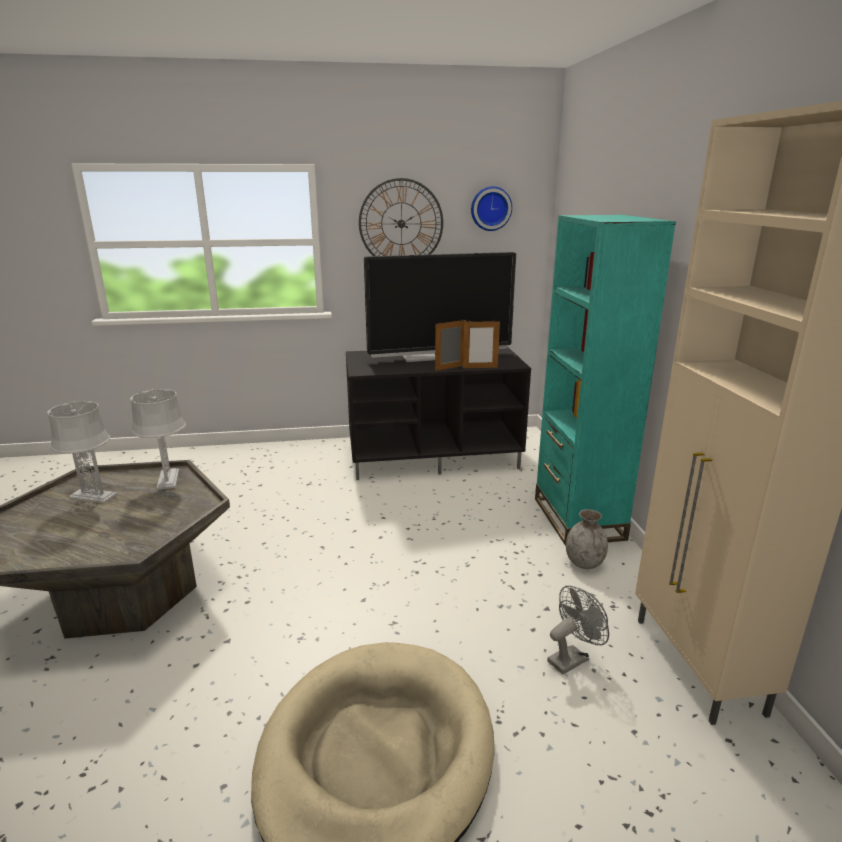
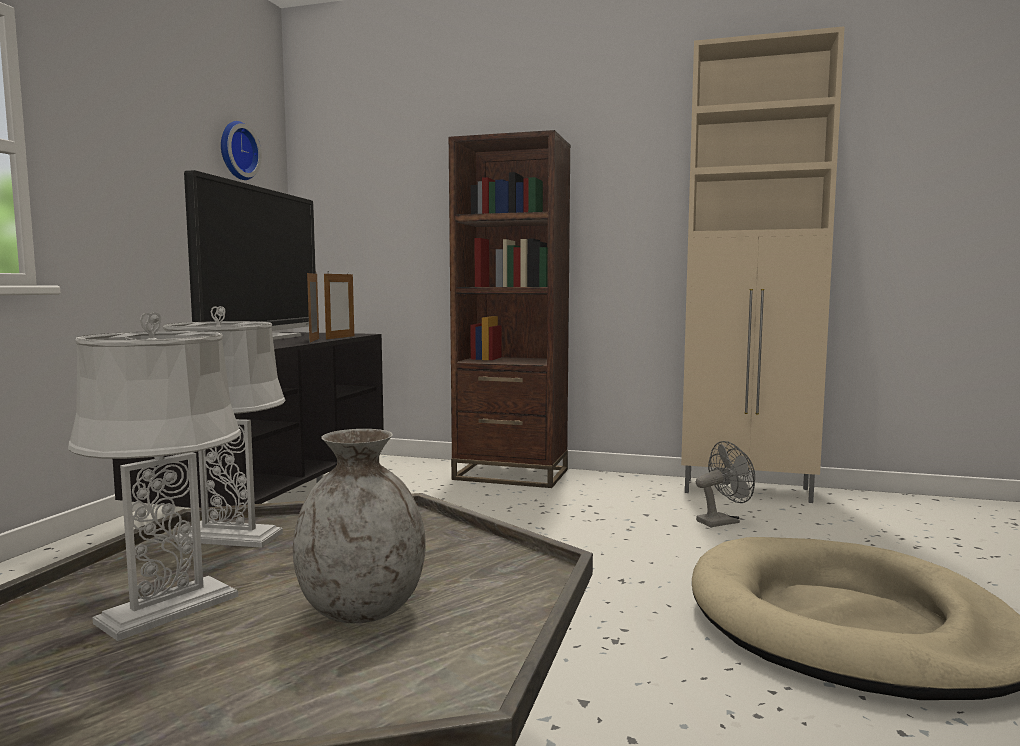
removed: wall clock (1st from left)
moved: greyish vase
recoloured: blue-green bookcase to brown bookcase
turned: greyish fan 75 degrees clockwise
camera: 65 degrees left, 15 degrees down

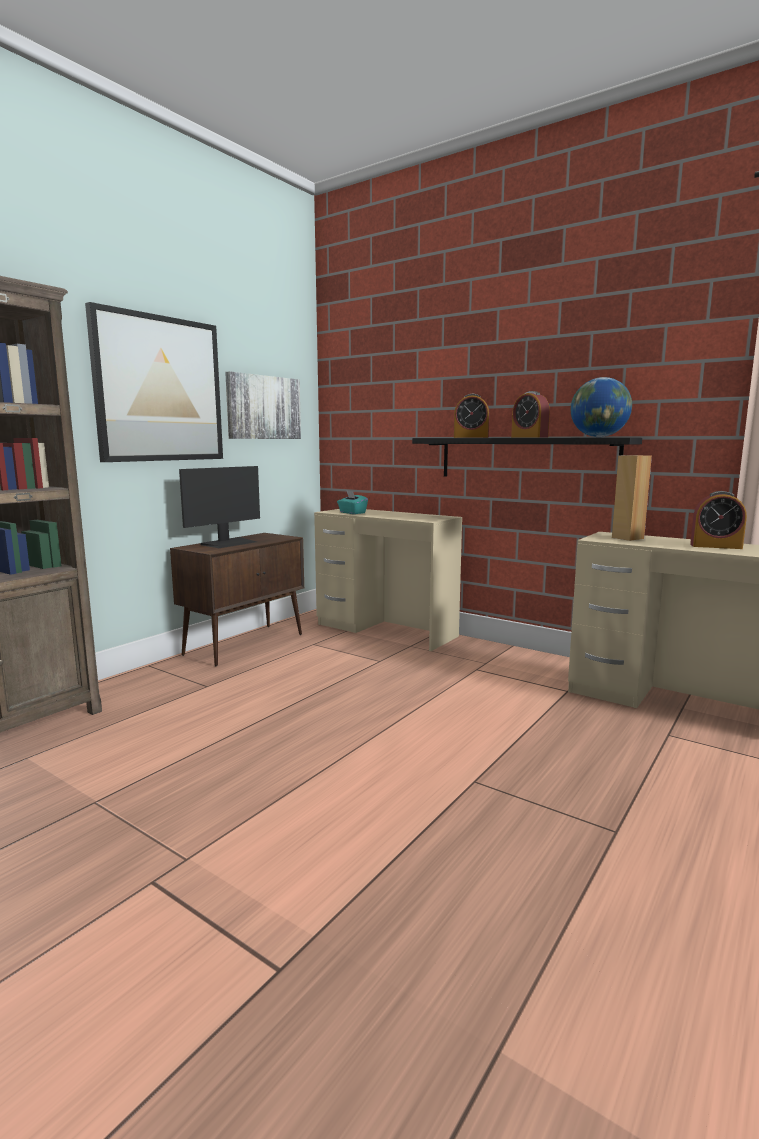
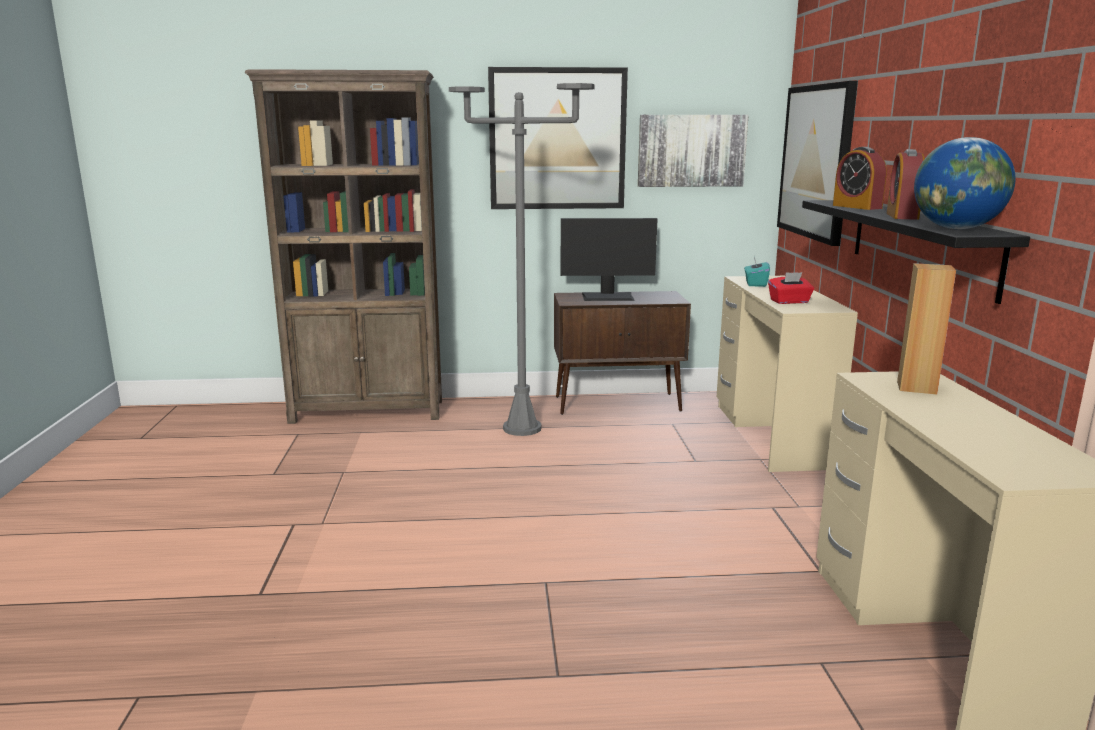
removed: bedside clock (3rd from left)
added: greyish floor lamp; reddish tissue box; picture (3rd from left)
camera: 50 degrees right, 5 degrees up

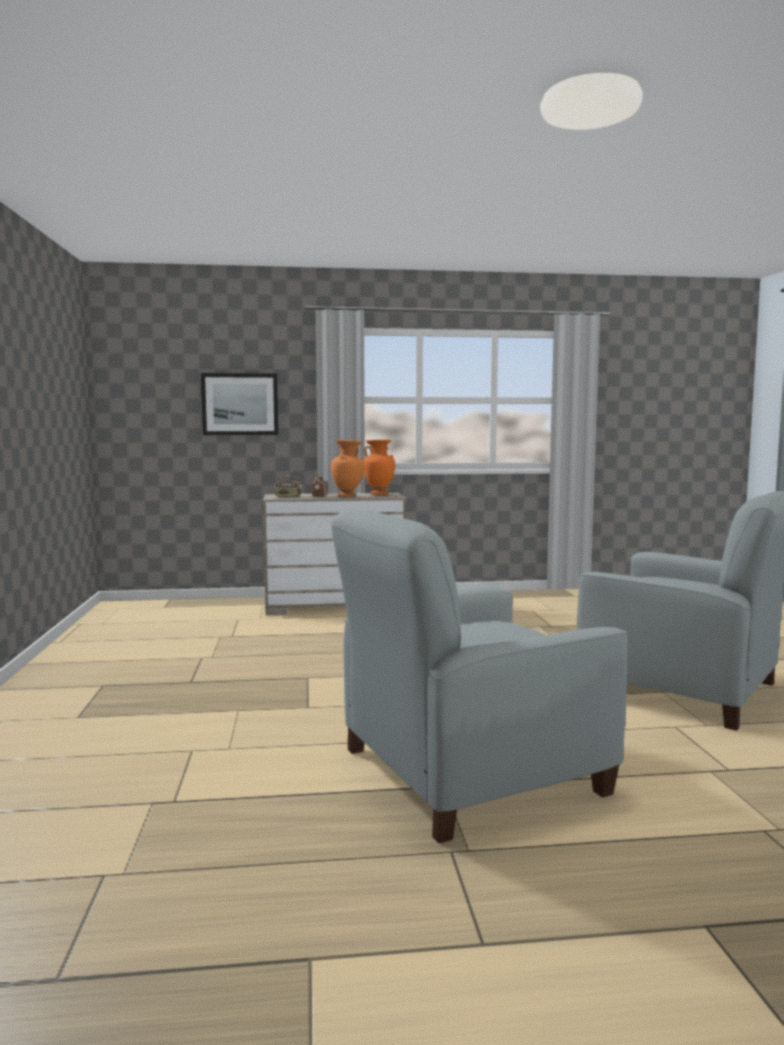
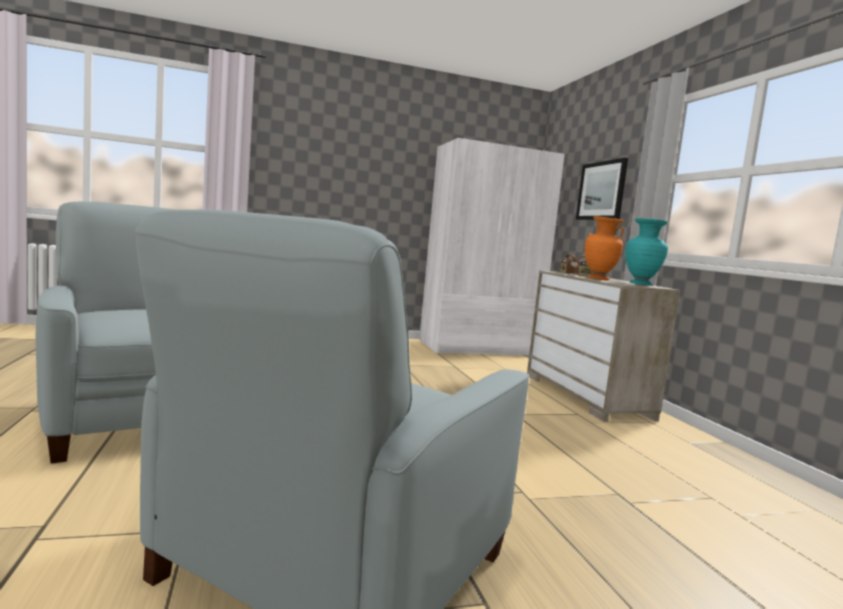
added: whitish armoire
recoloured: orange-coloured vase (2nd from left) to blue-green vase
camera: 80 degrees right, 0 degrees up

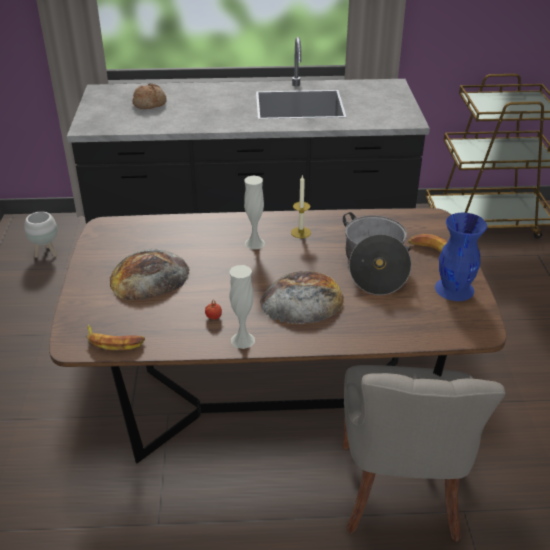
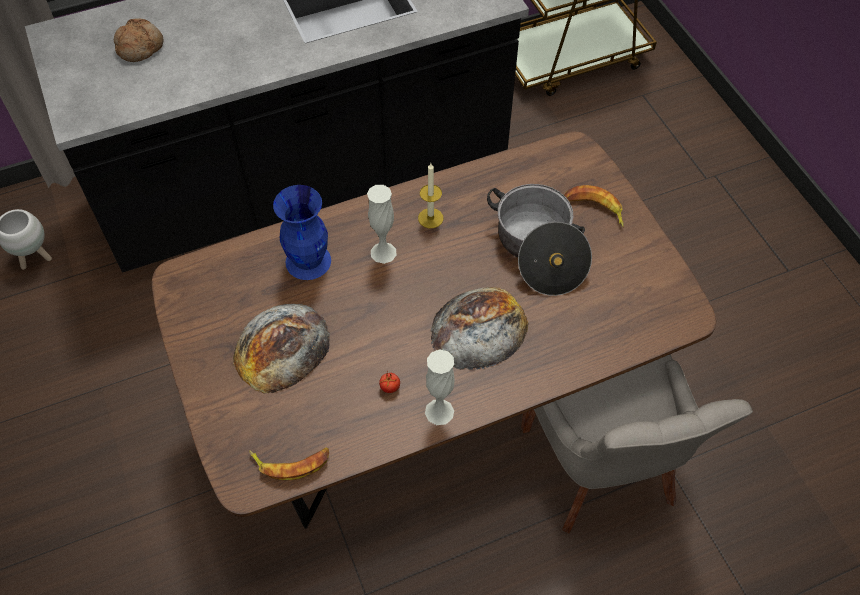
moved: blue vase
camera: 20 degrees left, 20 degrees up

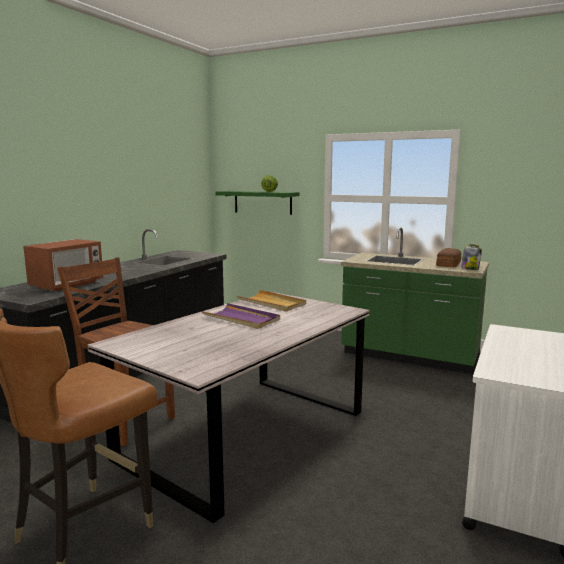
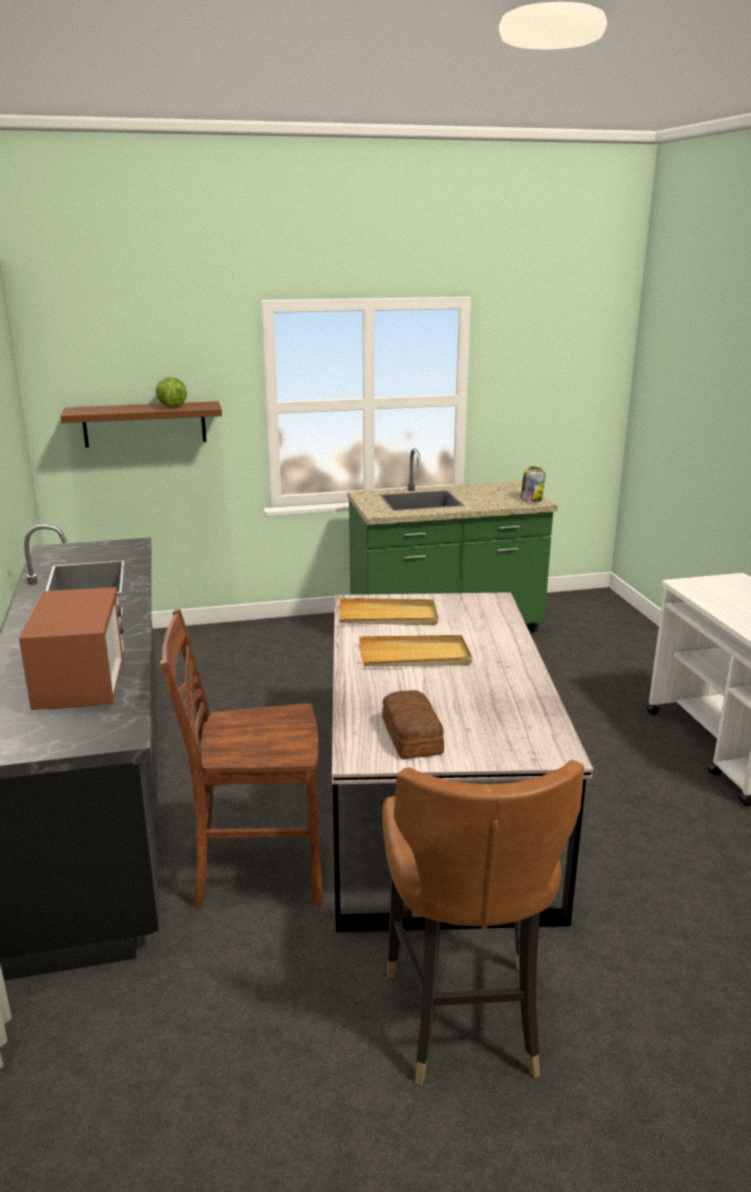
moved: bread
recoloured: green-coloured wall shelf to brown wall shelf; purple-coloured serving tray to beige-coloured serving tray (2nd from left)
camera: 40 degrees left, 10 degrees up

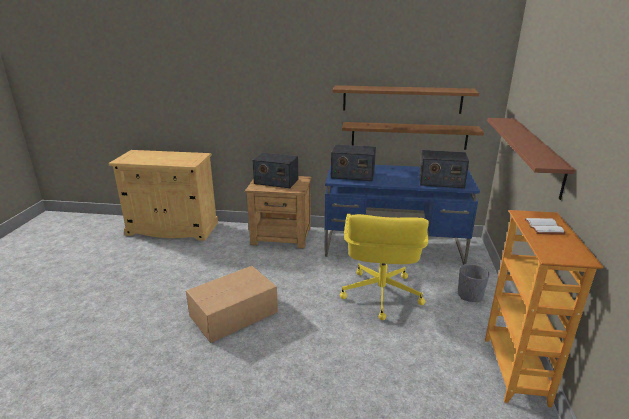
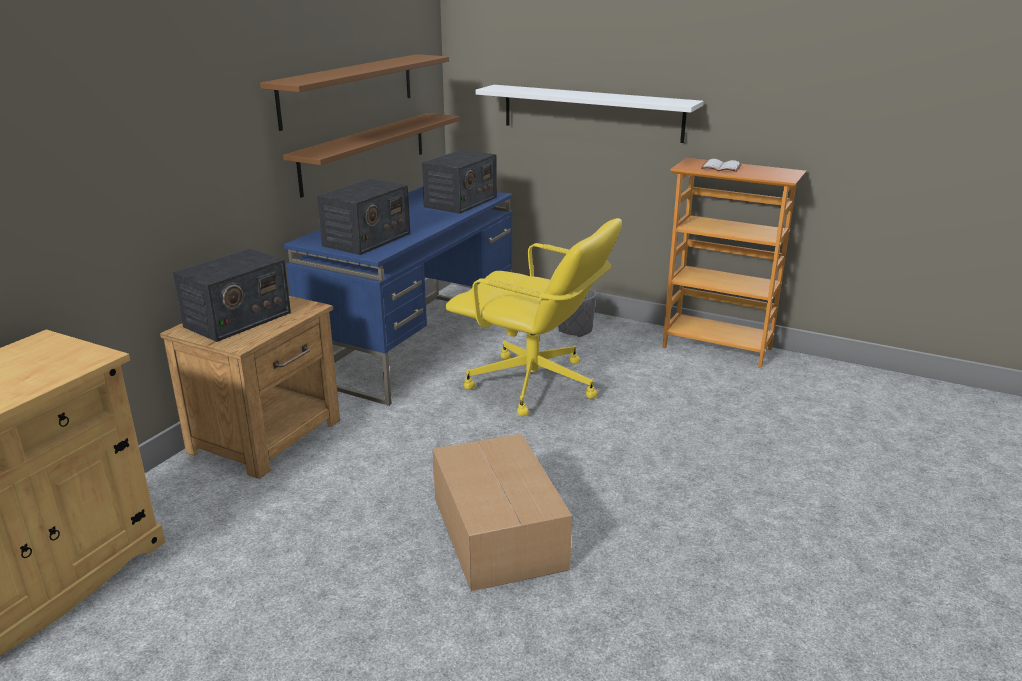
recoloured: brown wall shelf (3rd from left) to whitish wall shelf
camera: 70 degrees left, 0 degrees up

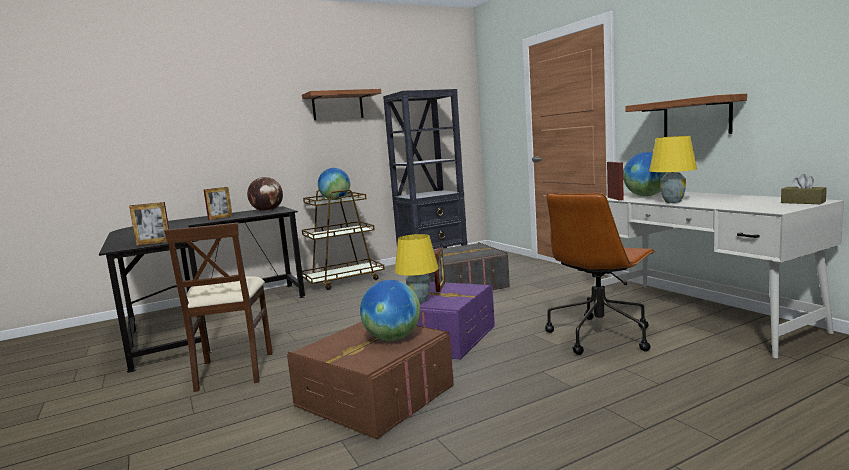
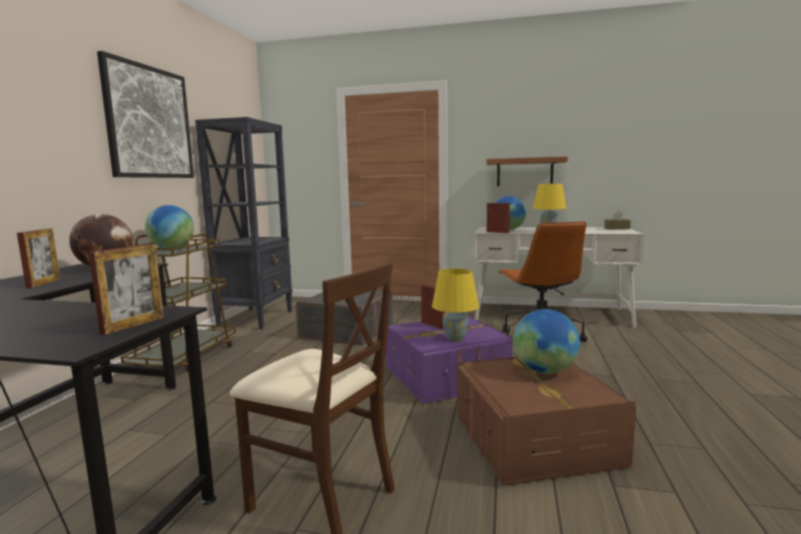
replaced: wall shelf (1st from left) to picture
camera: 50 degrees left, 0 degrees up

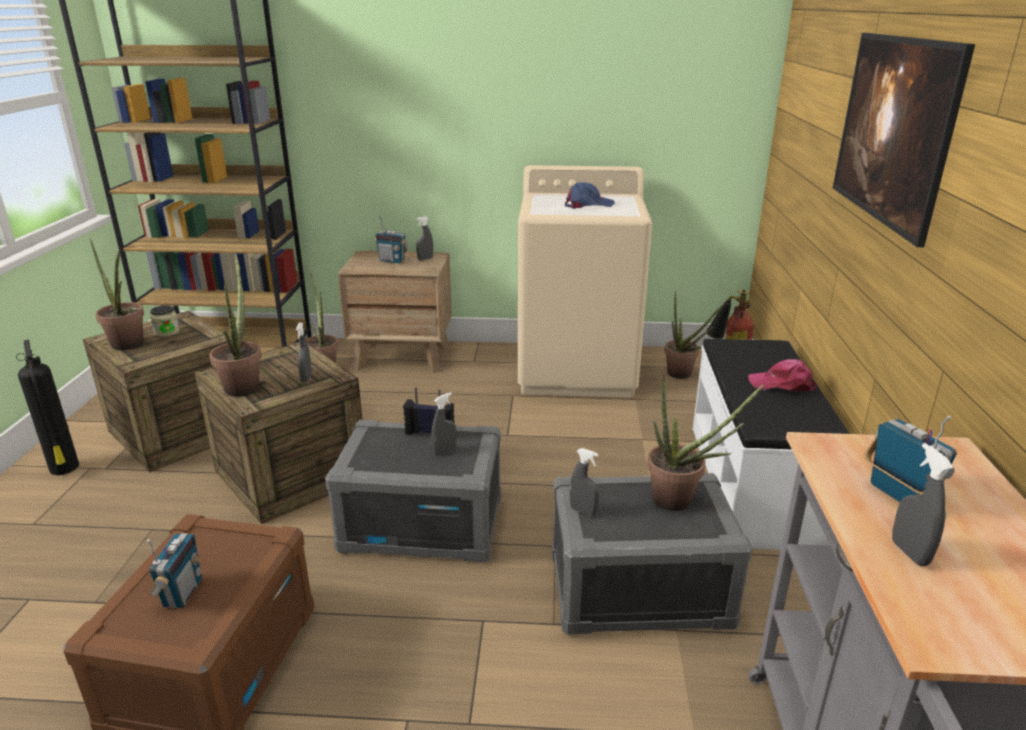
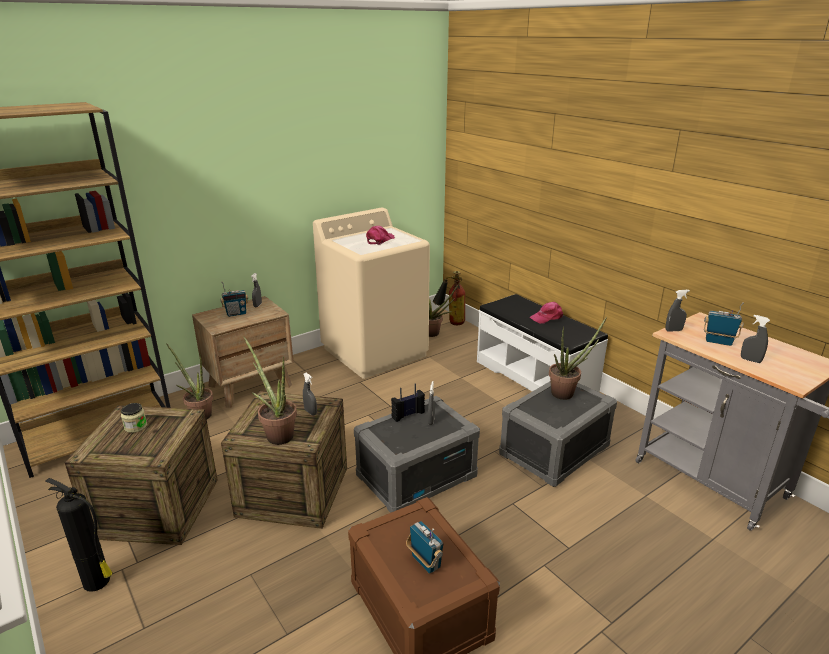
removed: potted plant (1st from left); picture
moved: greyish spray bottle (4th from left)
recoloured: blue cap to pink cap (1st from left)
camera: 40 degrees left, 0 degrees up

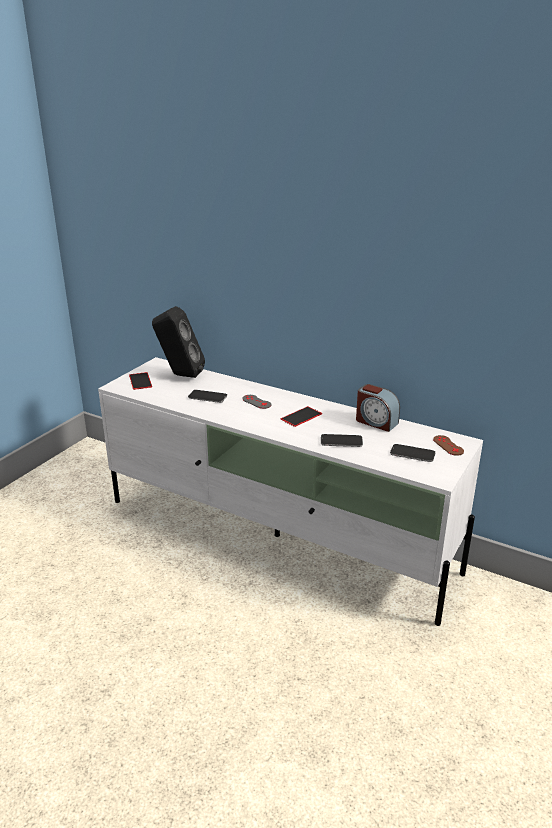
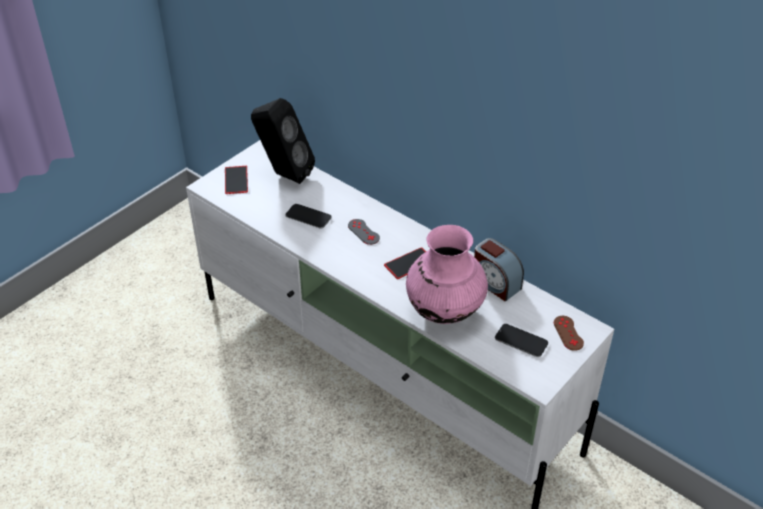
replaced: telephone (4th from left) to pink vase
camera: 10 degrees right, 15 degrees up

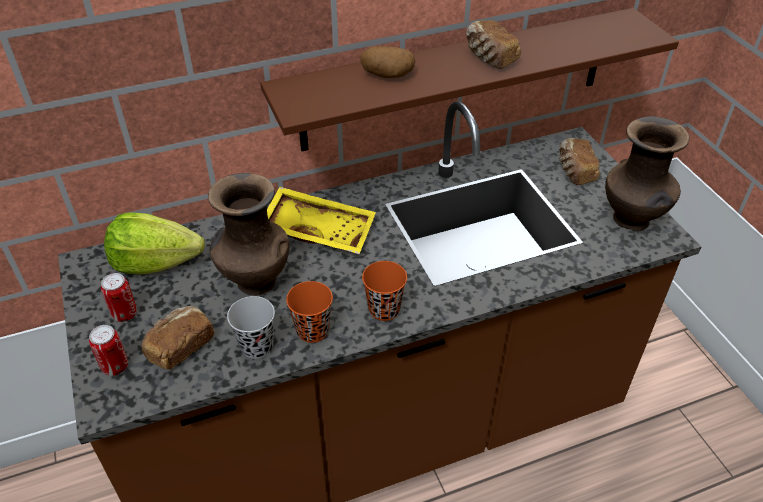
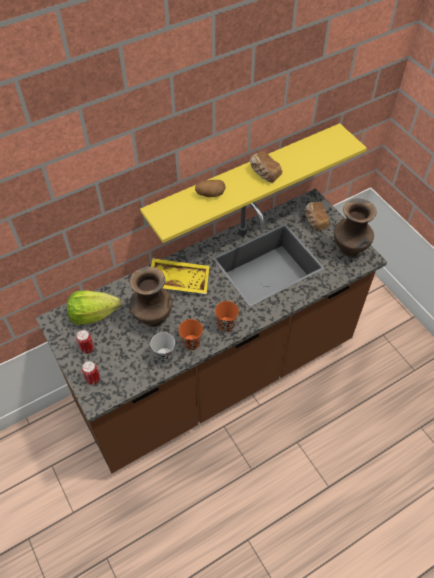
removed: bread (1st from left)
recoloured: brown wall shelf to yellowish wall shelf
camera: 10 degrees left, 10 degrees up

